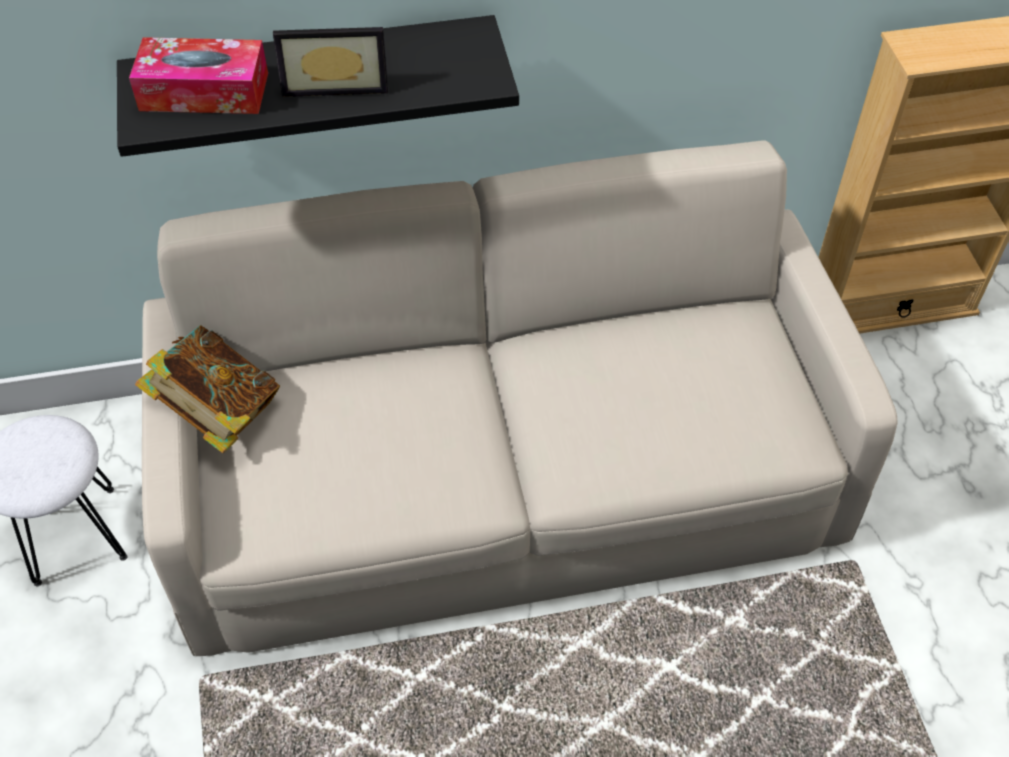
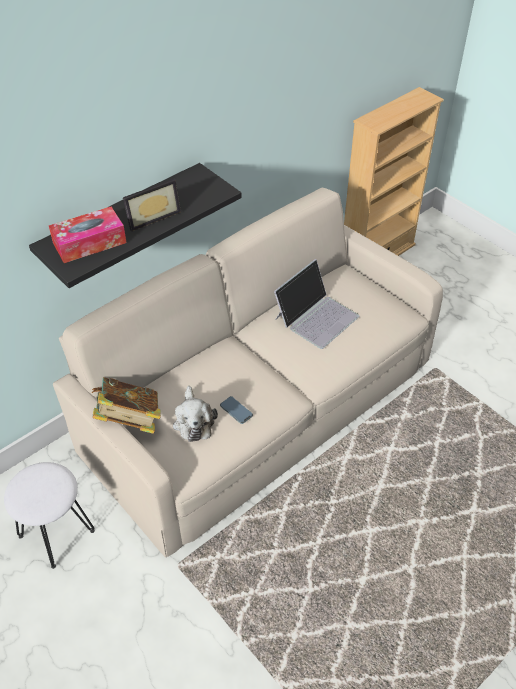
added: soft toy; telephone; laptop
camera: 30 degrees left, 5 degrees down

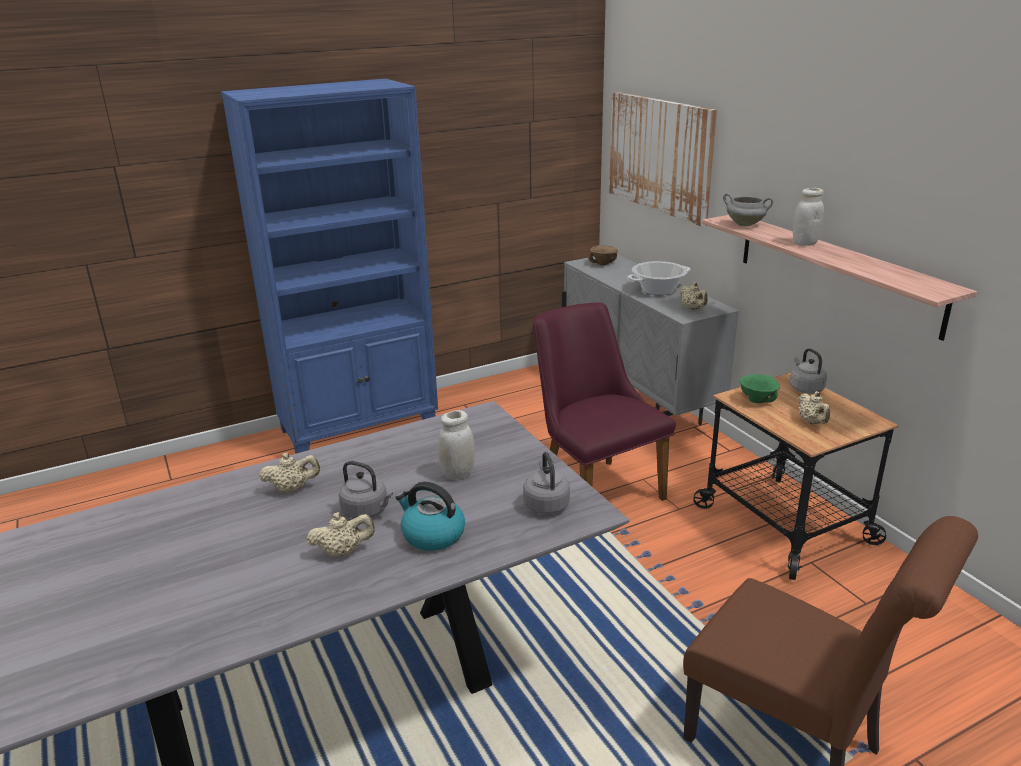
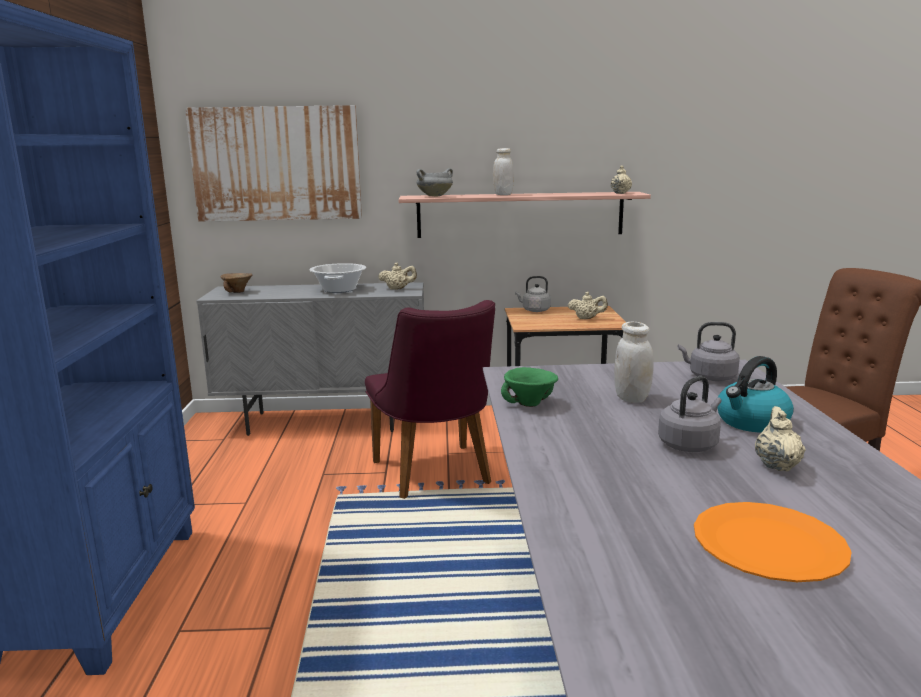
added: orange-coloured plate
moved: green-coloured serving bowl; beige-coloured pot for tea (1st from left in the first image) to beige-coloured pot for tea (3rd from left)
turned: purple-coloured plain chair 105 degrees counterclockwise
camera: 65 degrees left, 10 degrees down

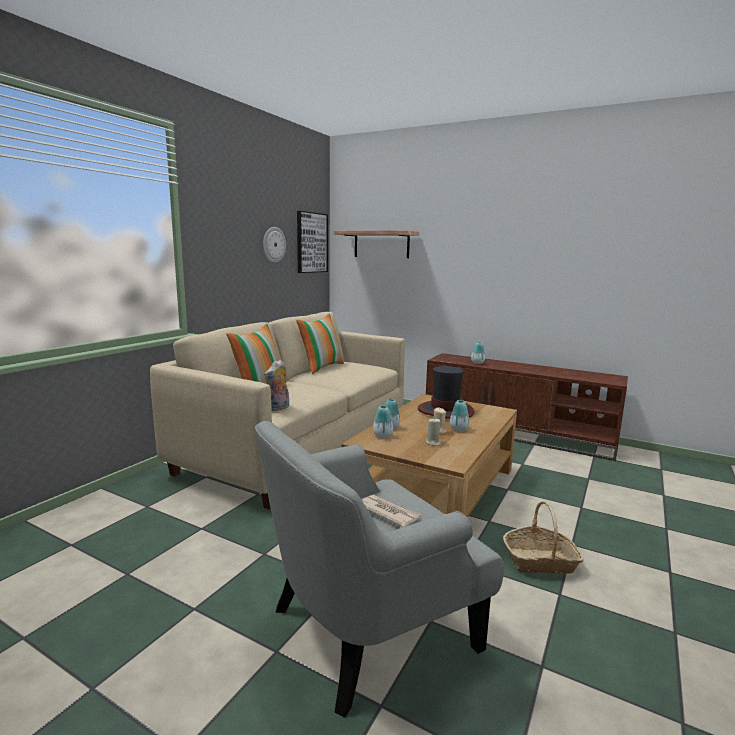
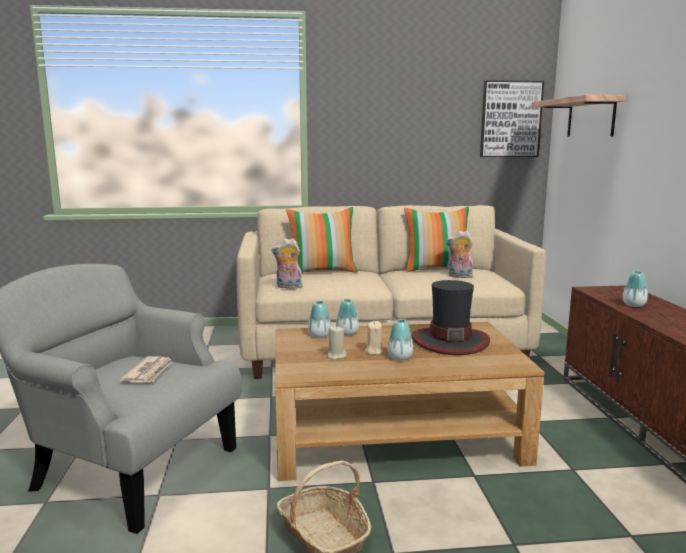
removed: wall clock
added: soft toy (2nd from left)
camera: 55 degrees right, 0 degrees up

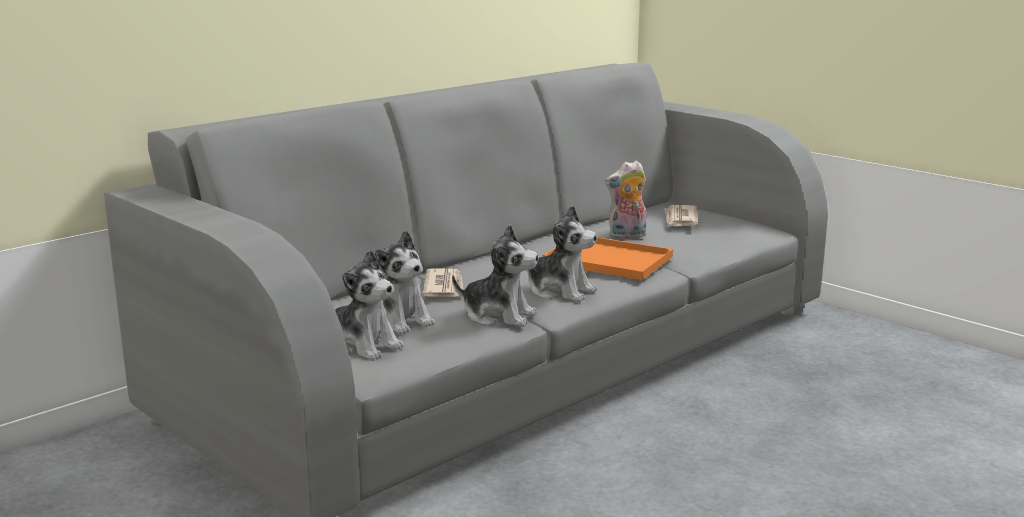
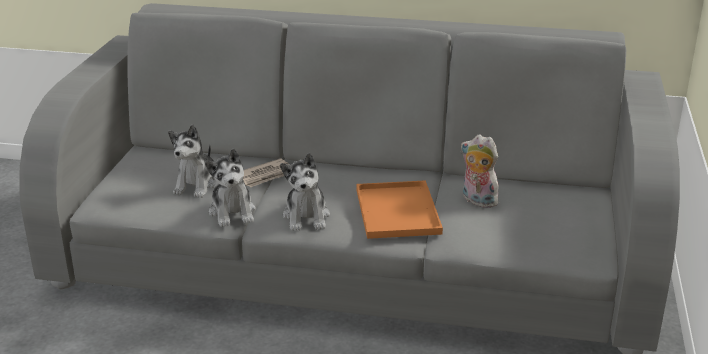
removed: soft toy (1st from left); printed paper (2nd from left)
camera: 55 degrees right, 10 degrees up

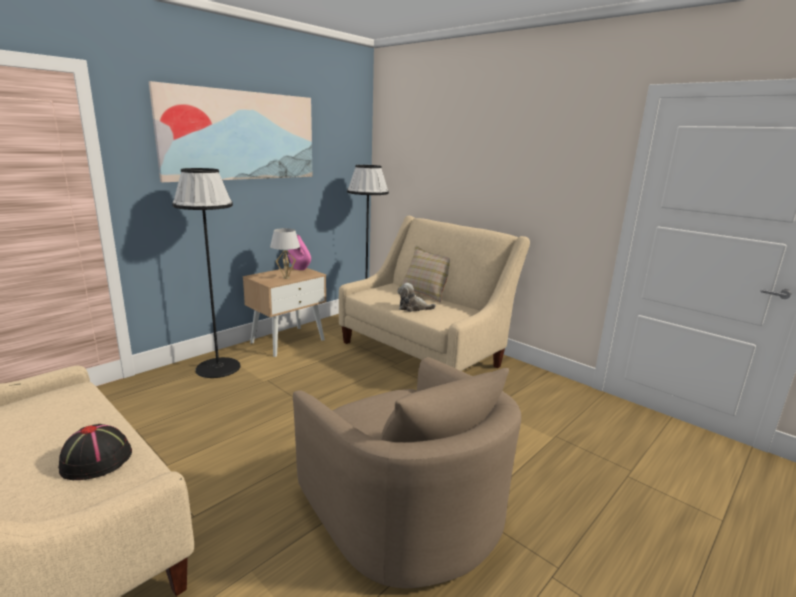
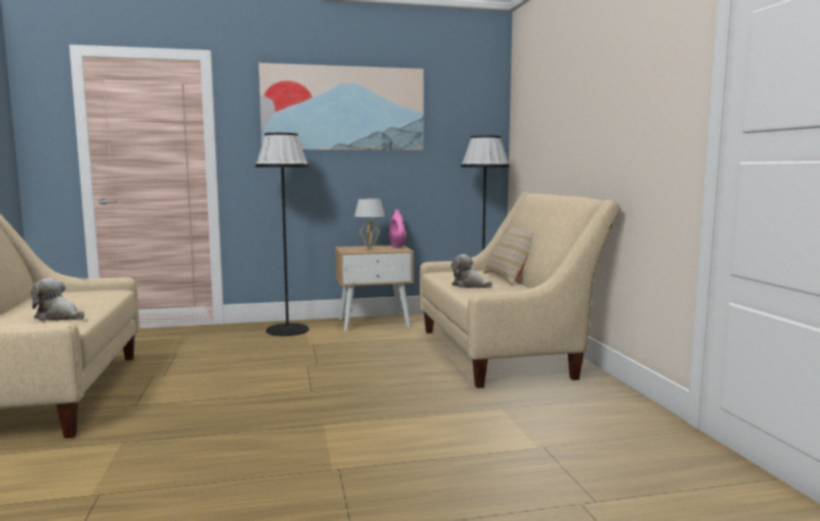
removed: beige-coloured armchair
replaced: black clothing hat to soft toy (1st from left)
camera: 35 degrees right, 10 degrees down

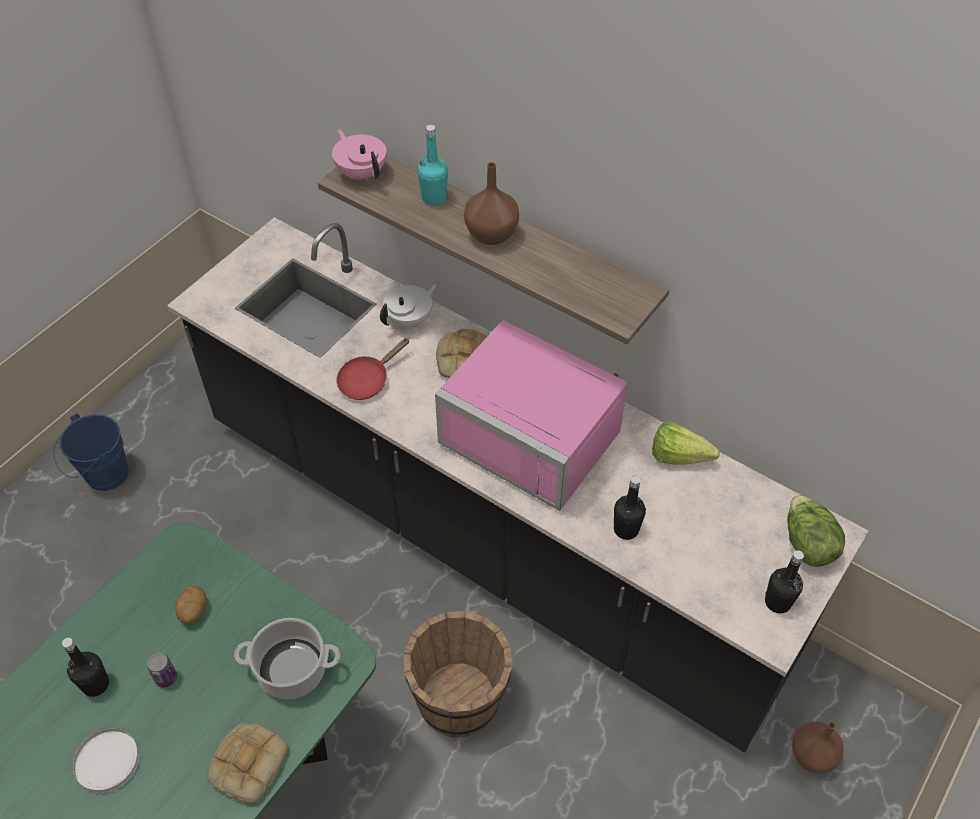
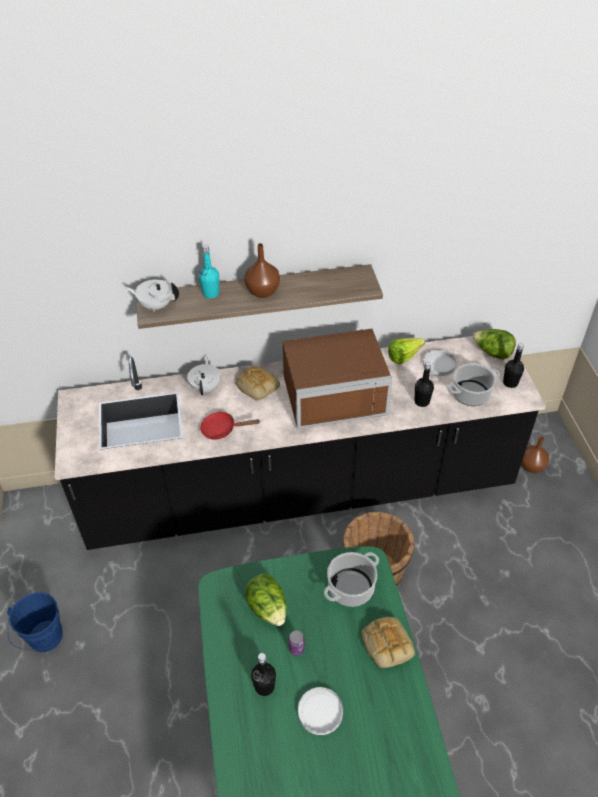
added: whitish plate (2nd from left); cooking pot (2nd from left)
replaced: spud to lettuce (1st from left)
recoloured: pink pot for tea to whitish pot for tea (1st from left); pink kitchen microwave to brown kitchen microwave
turned: reddish skillet 90 degrees clockwise
camera: 45 degrees left, 5 degrees down

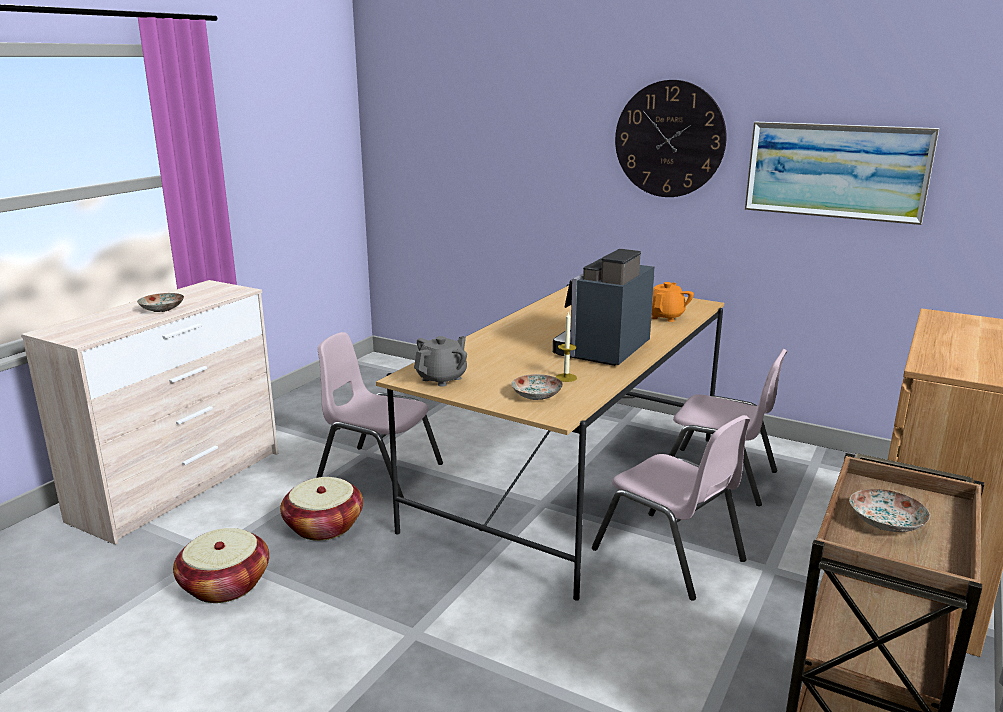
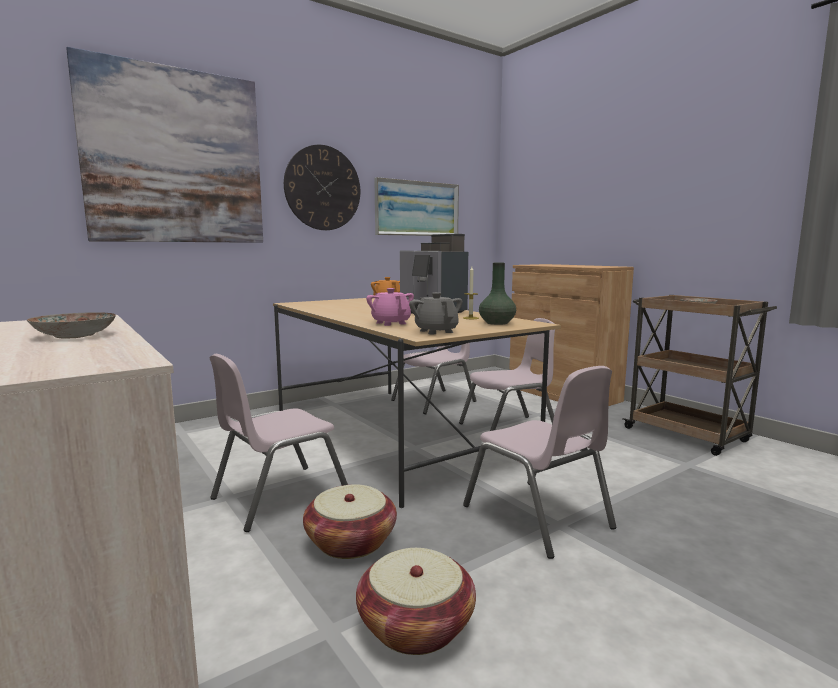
added: picture (1st from left); pink pot for tea; pink plain chair (4th from left)
replaced: plate (2nd from left) to green-coloured vase
camera: 65 degrees left, 10 degrees down

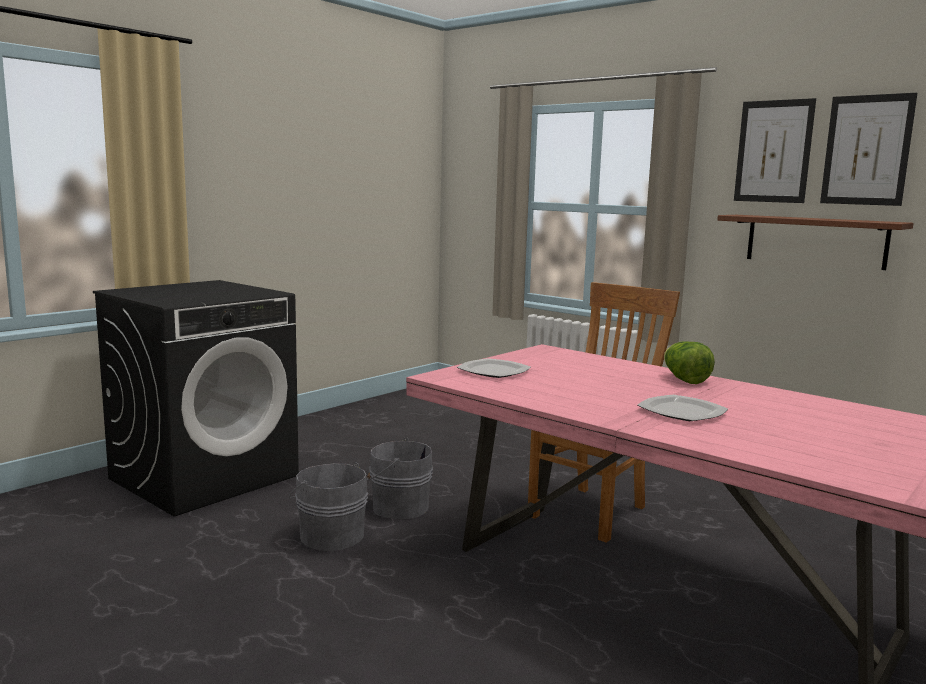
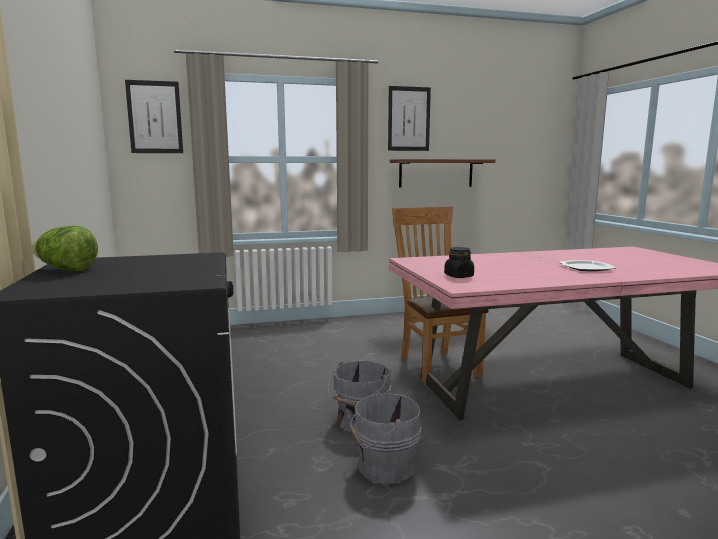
moved: lettuce; picture (2nd from left in the first image) to picture (1st from left)
replaced: plate (1st from left) to black preserve jar
camera: 55 degrees left, 0 degrees up

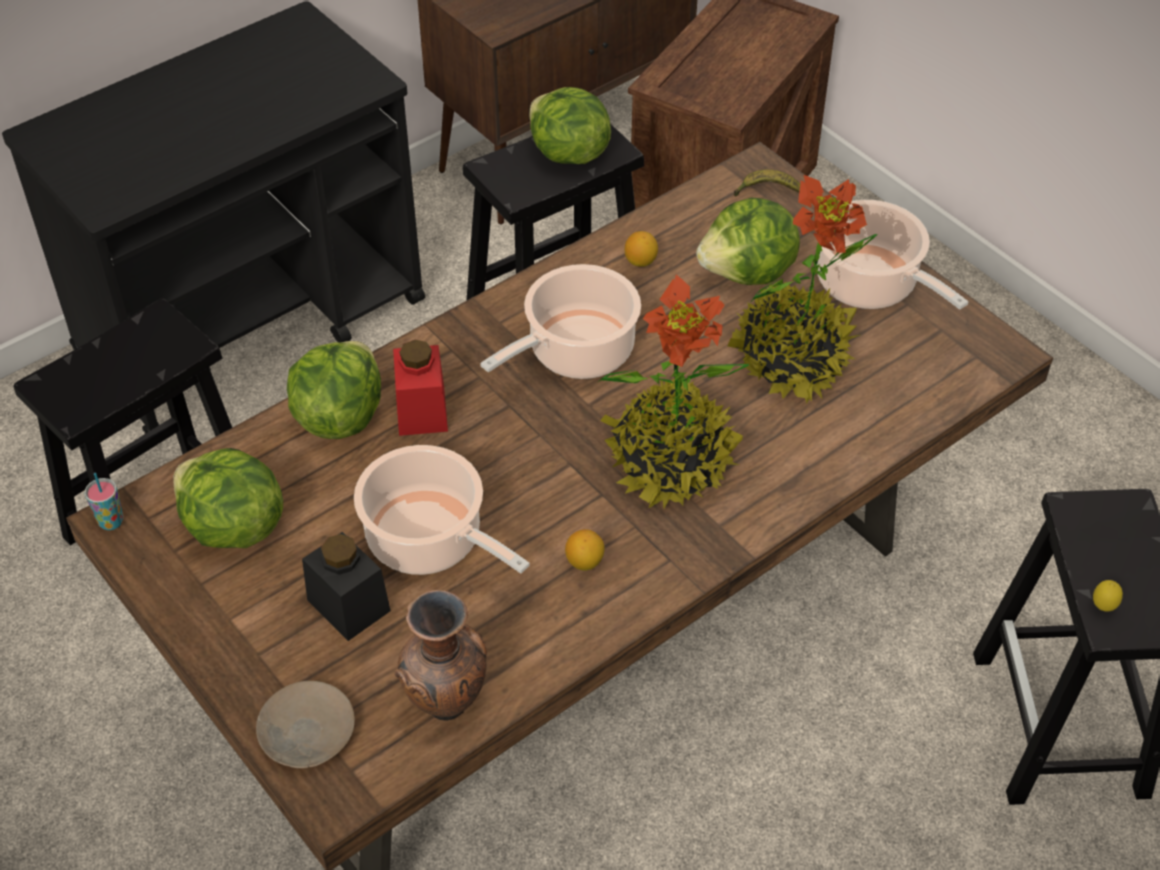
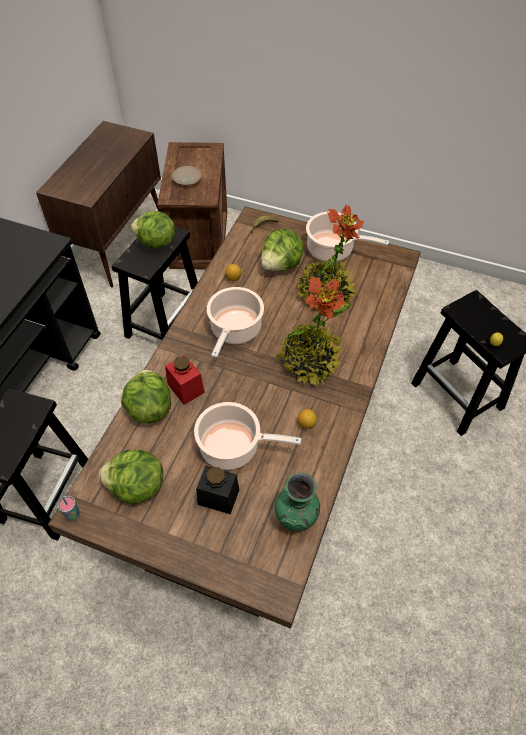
moved: beige-coloured plate
recoloured: brown vase to green-coloured vase
camera: 30 degrees left, 5 degrees up

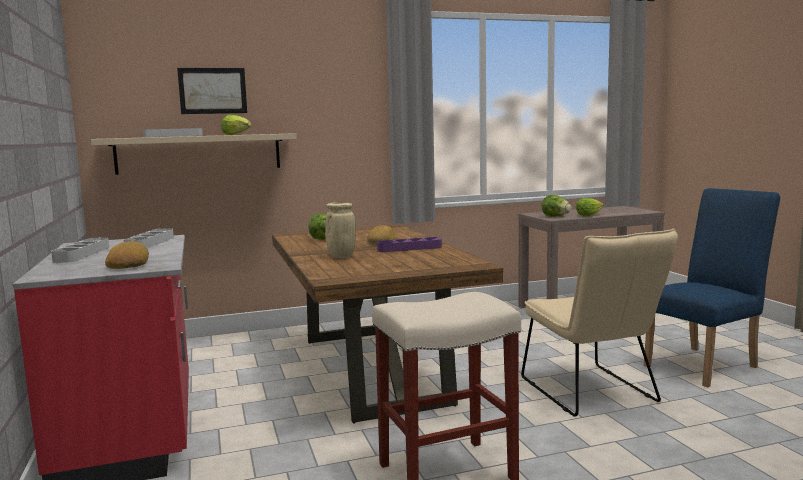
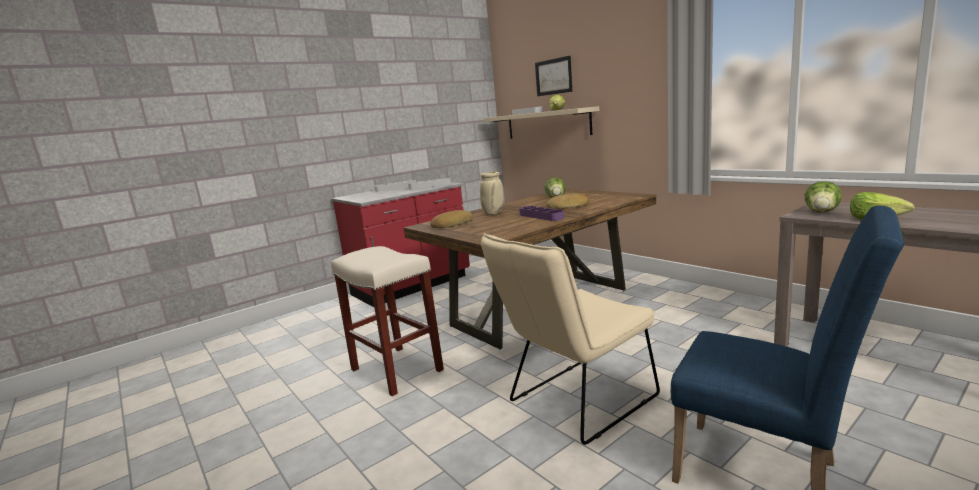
moved: bread (1st from left)
camera: 70 degrees right, 5 degrees up

